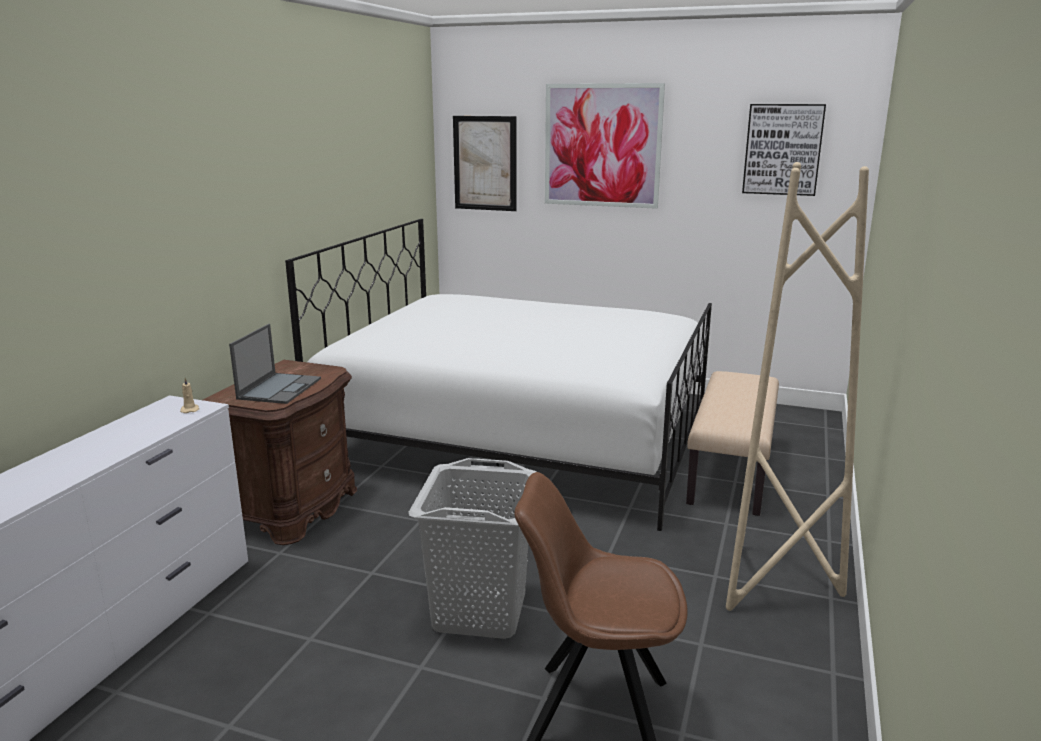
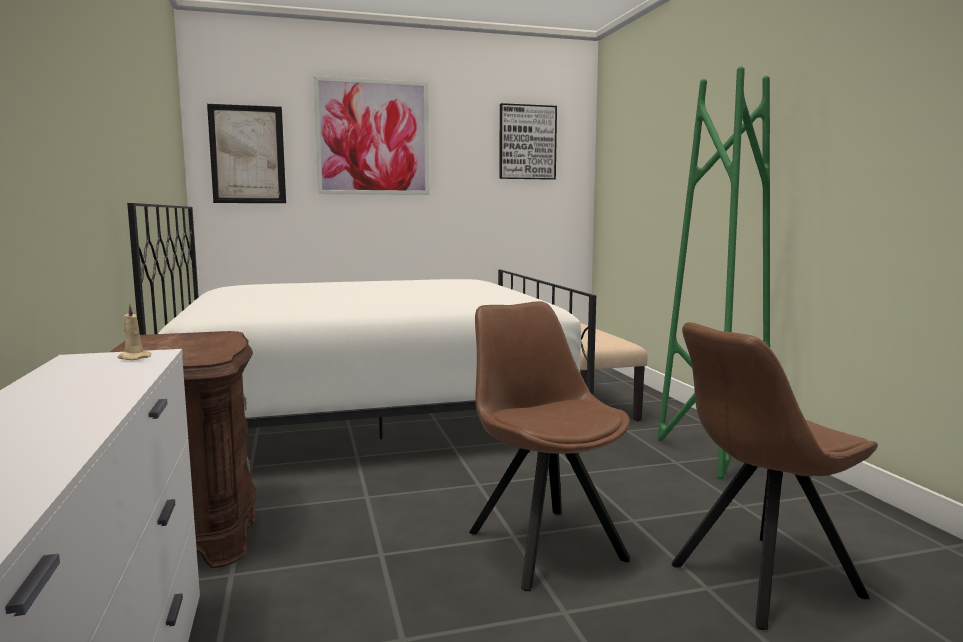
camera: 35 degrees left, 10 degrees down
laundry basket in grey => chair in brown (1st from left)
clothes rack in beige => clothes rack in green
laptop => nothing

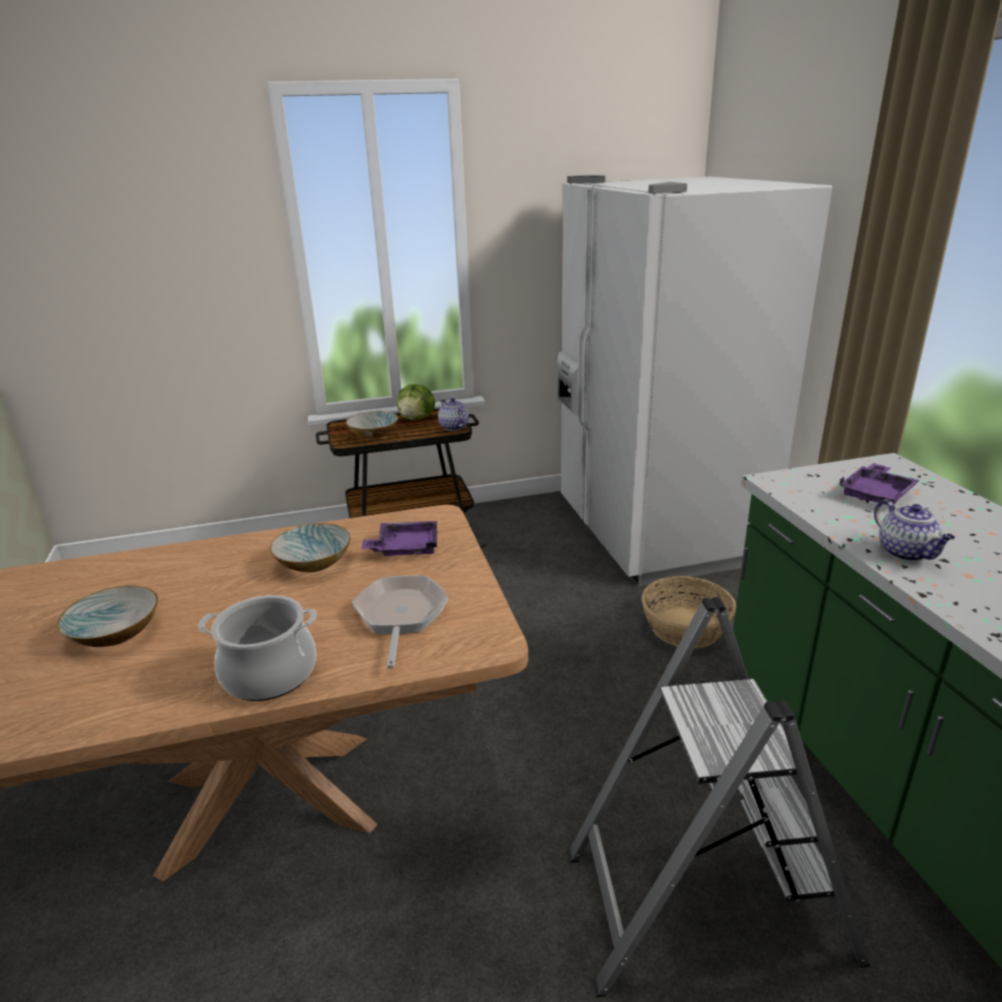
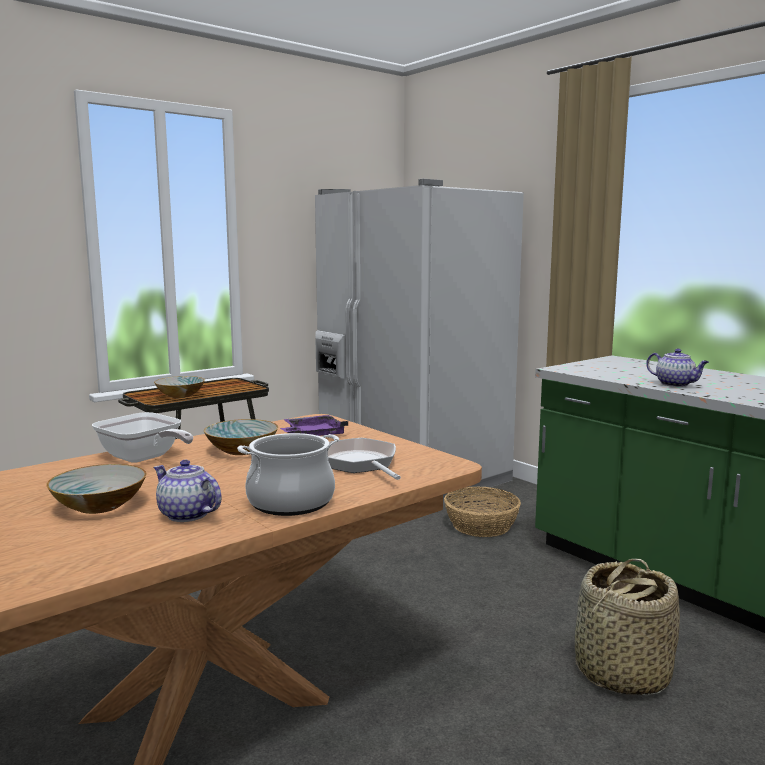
camera: 25 degrees left, 15 degrees down
nothing => frying pan (1st from left)
teapot (1st from left), moved
step ladder in grey => basket (2nd from left)
lettuce => nothing
tray in purple (2nd from left) => nothing

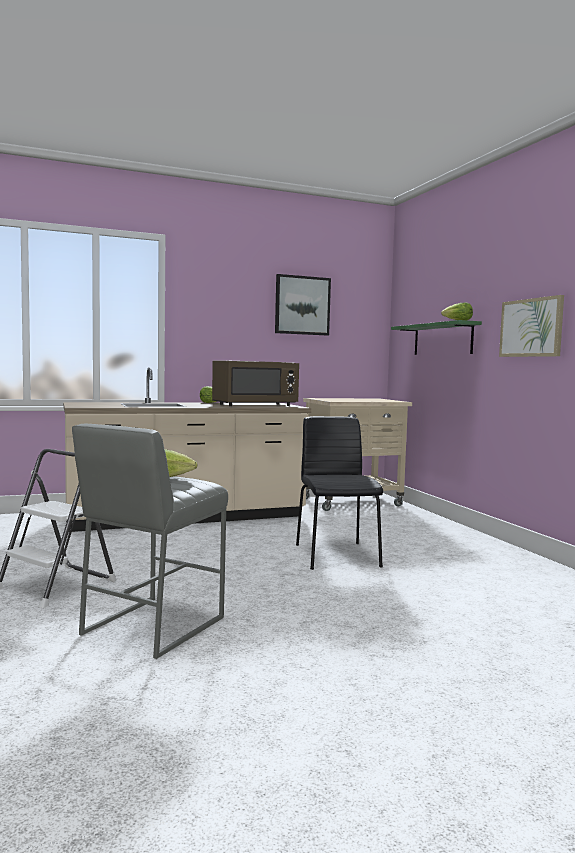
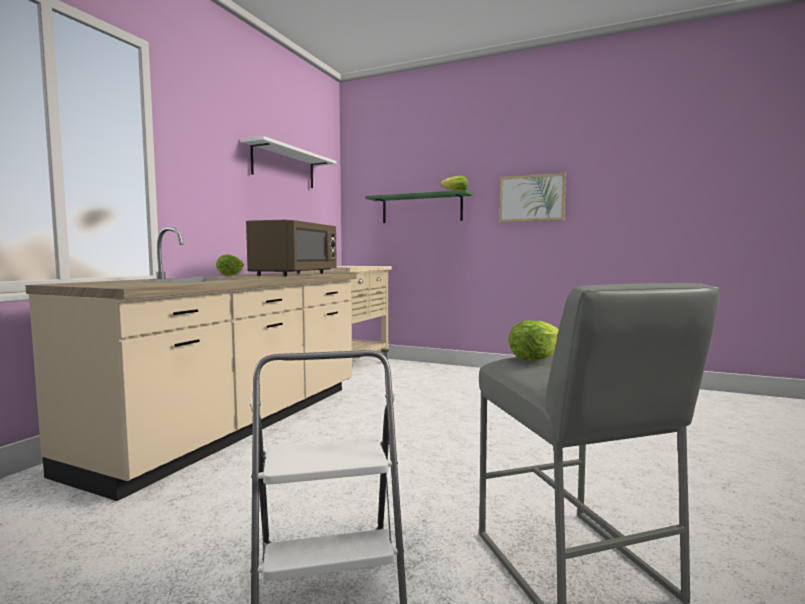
camera: 45 degrees left, 0 degrees up
picture (1st from left) => shelf in white
chair in black => nothing

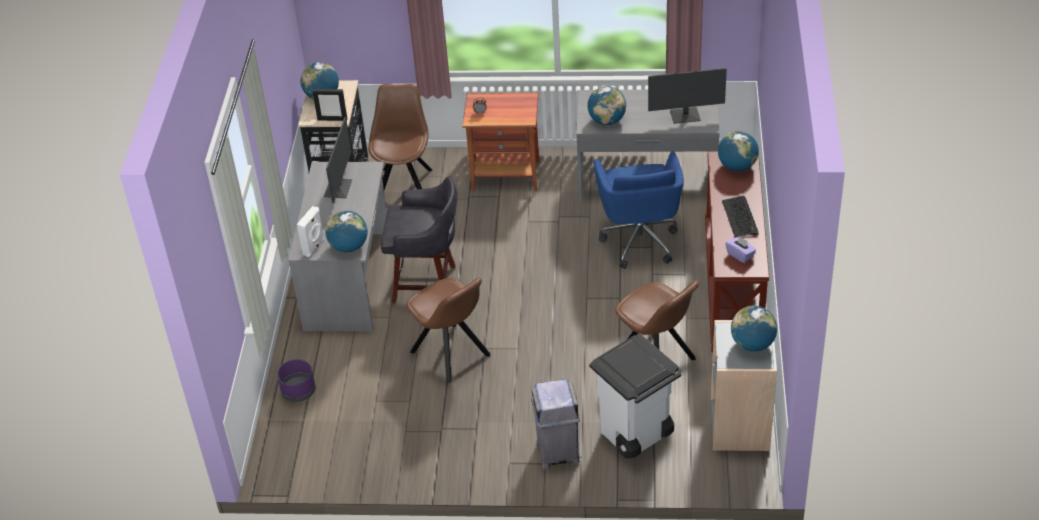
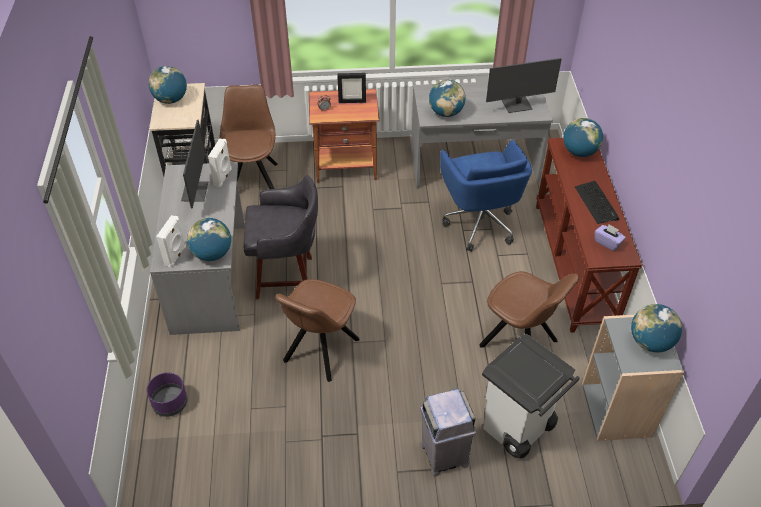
camera: 10 degrees left, 5 degrees up
nothing => speaker in white (2nd from left)
chair in brown (2nd from left), 75 degrees clockwise
picture frame, moved

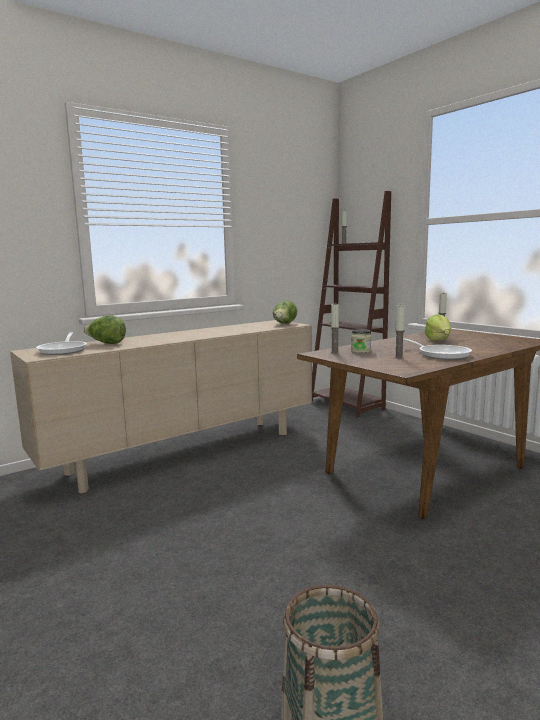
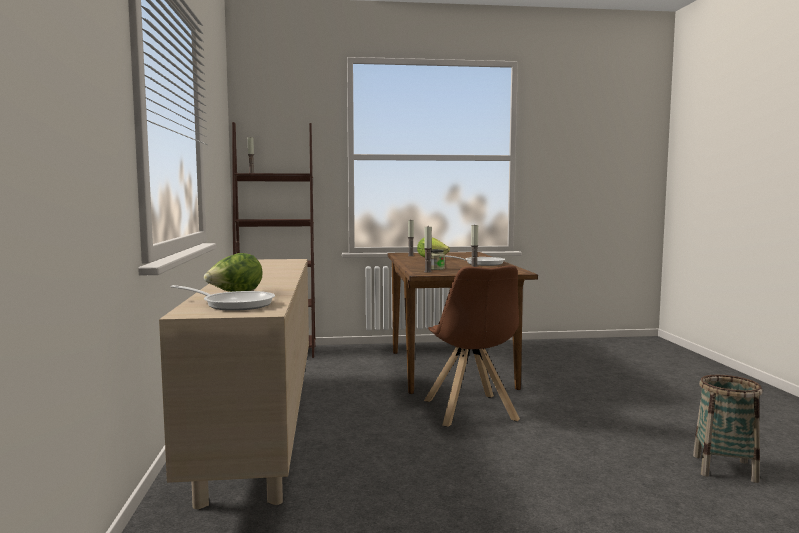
camera: 60 degrees left, 5 degrees down
nothing => chair in brown
lettuce (2nd from left) => nothing

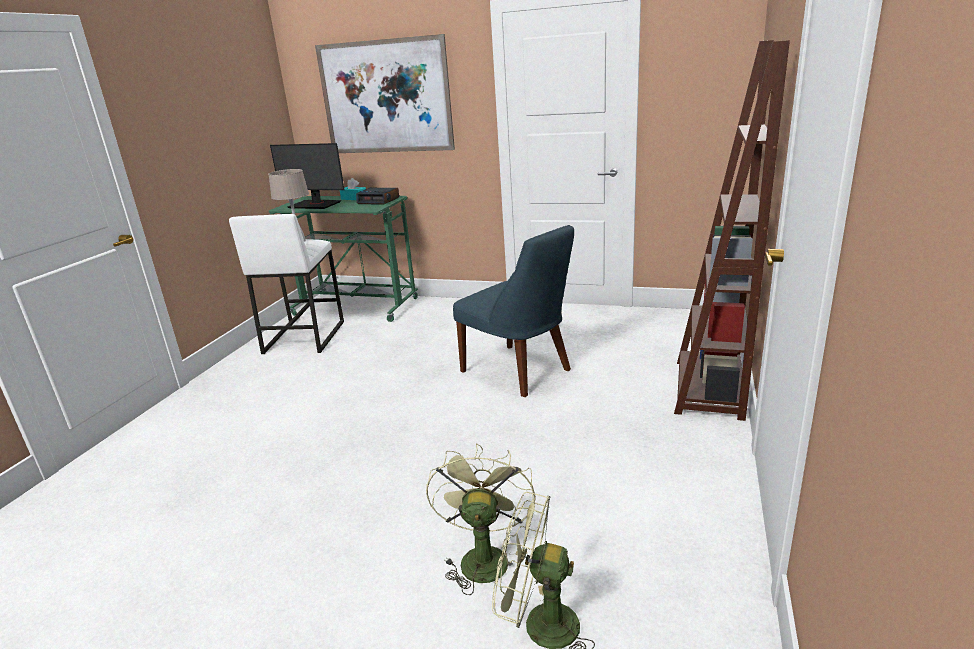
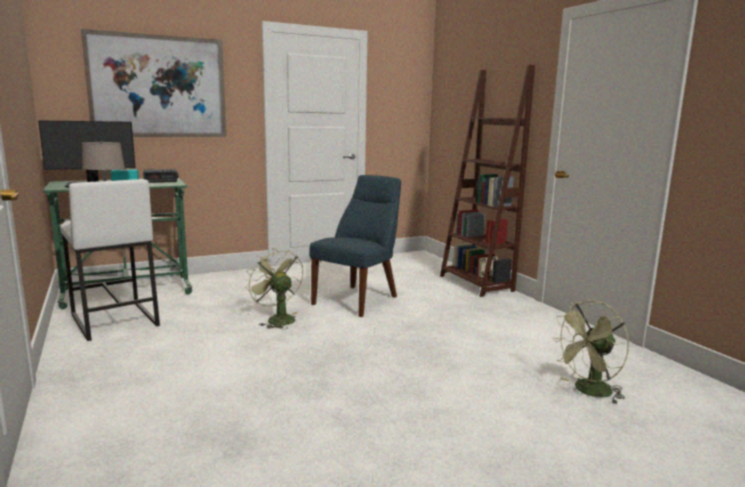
camera: 45 degrees left, 10 degrees down
fan in green (1st from left), moved
chair in blue, 60 degrees counterclockwise

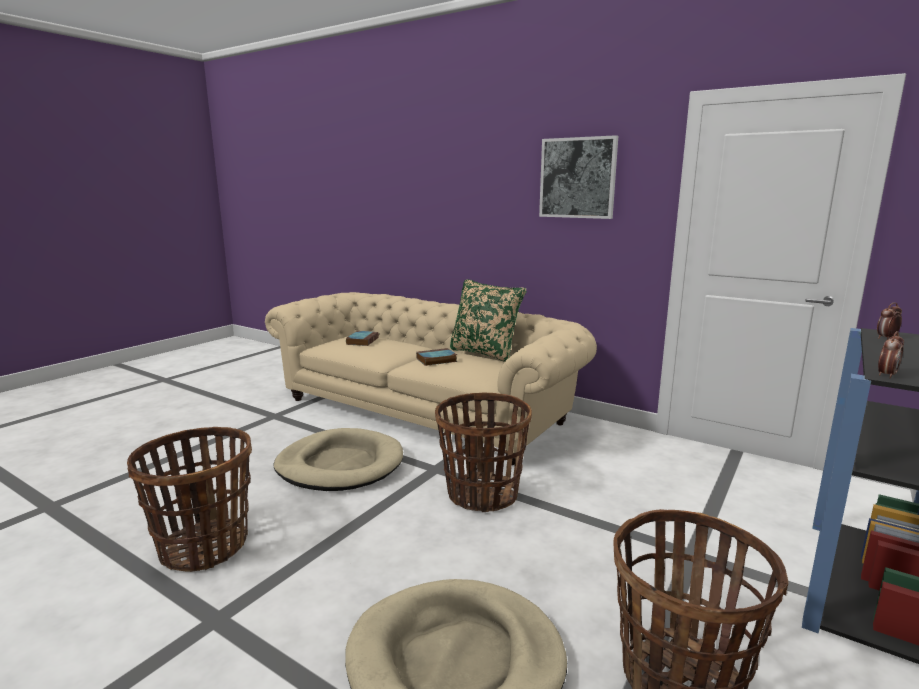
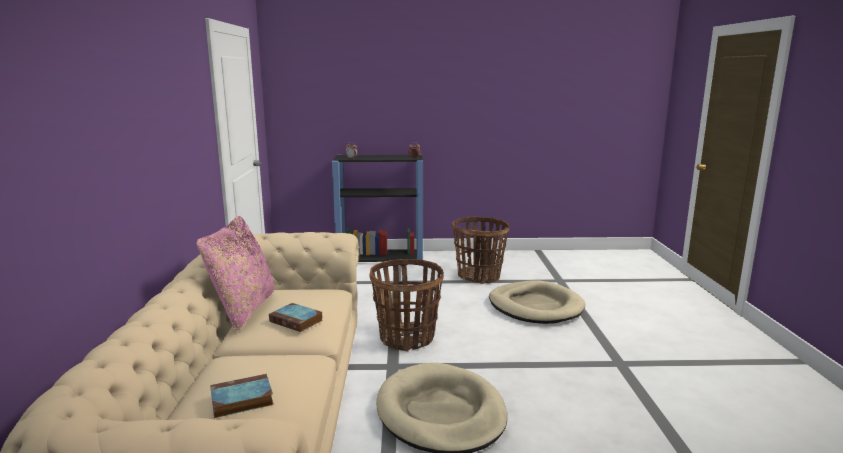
camera: 125 degrees left, 0 degrees up
pillow in green => pillow in pink
basket (1st from left) => nothing
picture => nothing

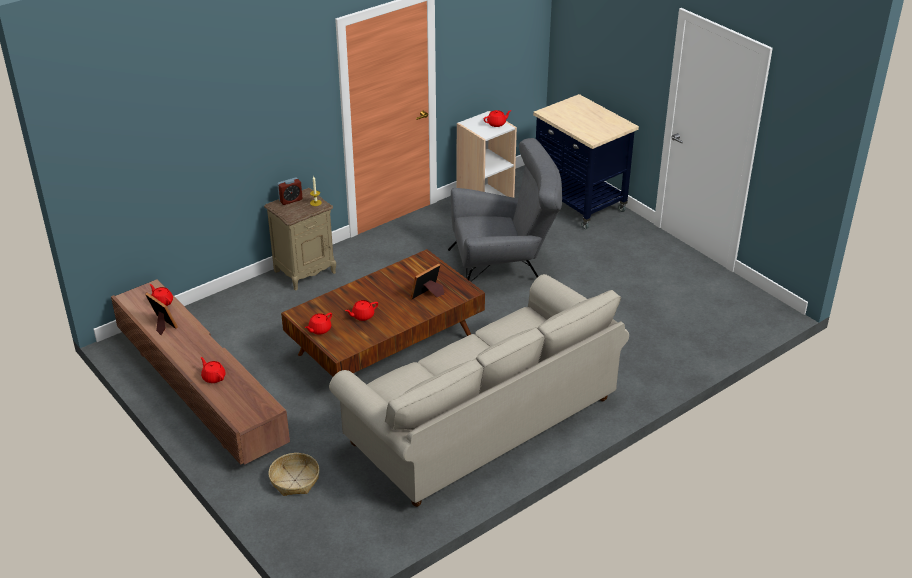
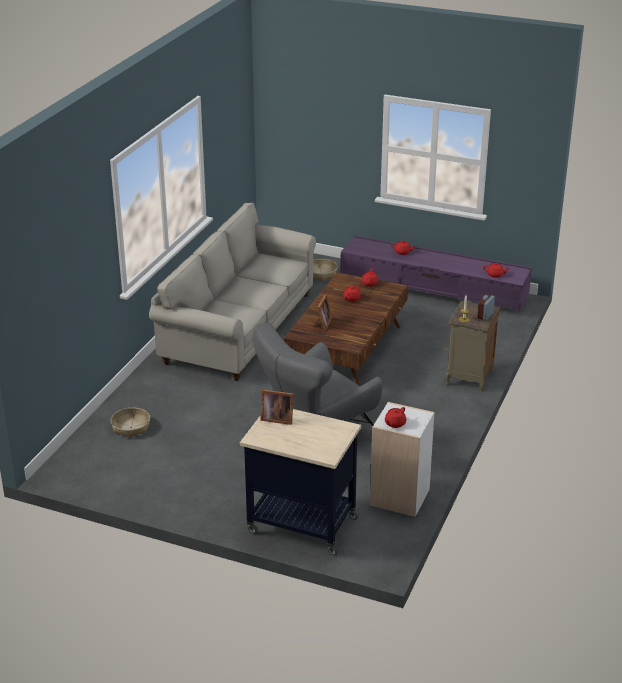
camera: 150 degrees right, 5 degrees down
nothing => basket (1st from left)
picture frame (1st from left), moved
tv stand in brown => tv stand in purple

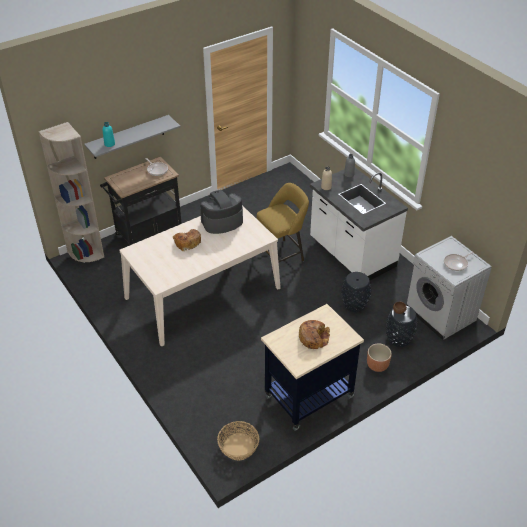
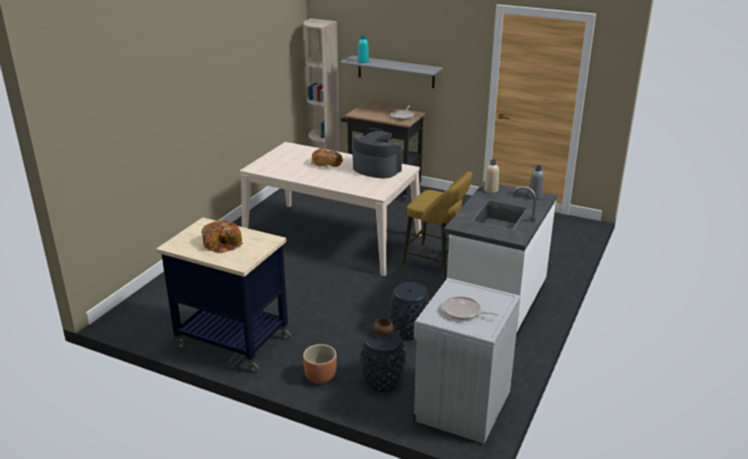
camera: 60 degrees right, 15 degrees down
basket => nothing

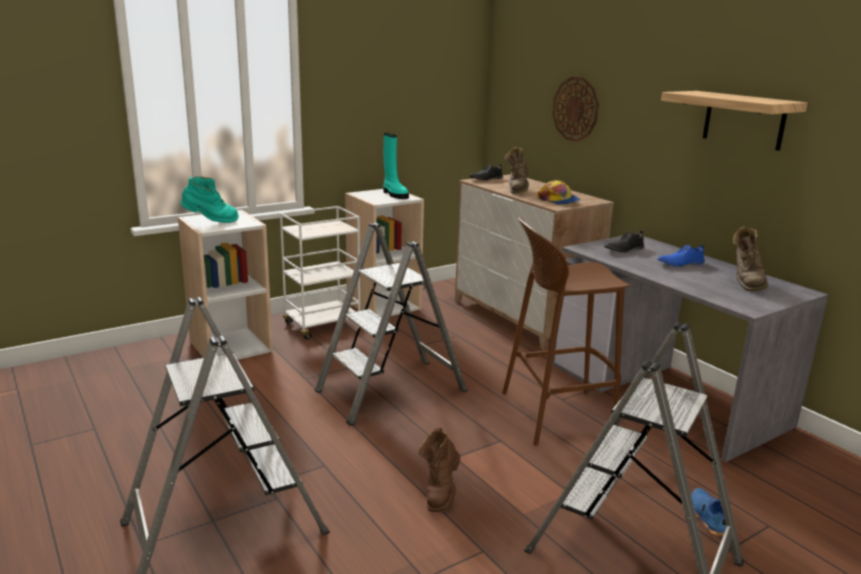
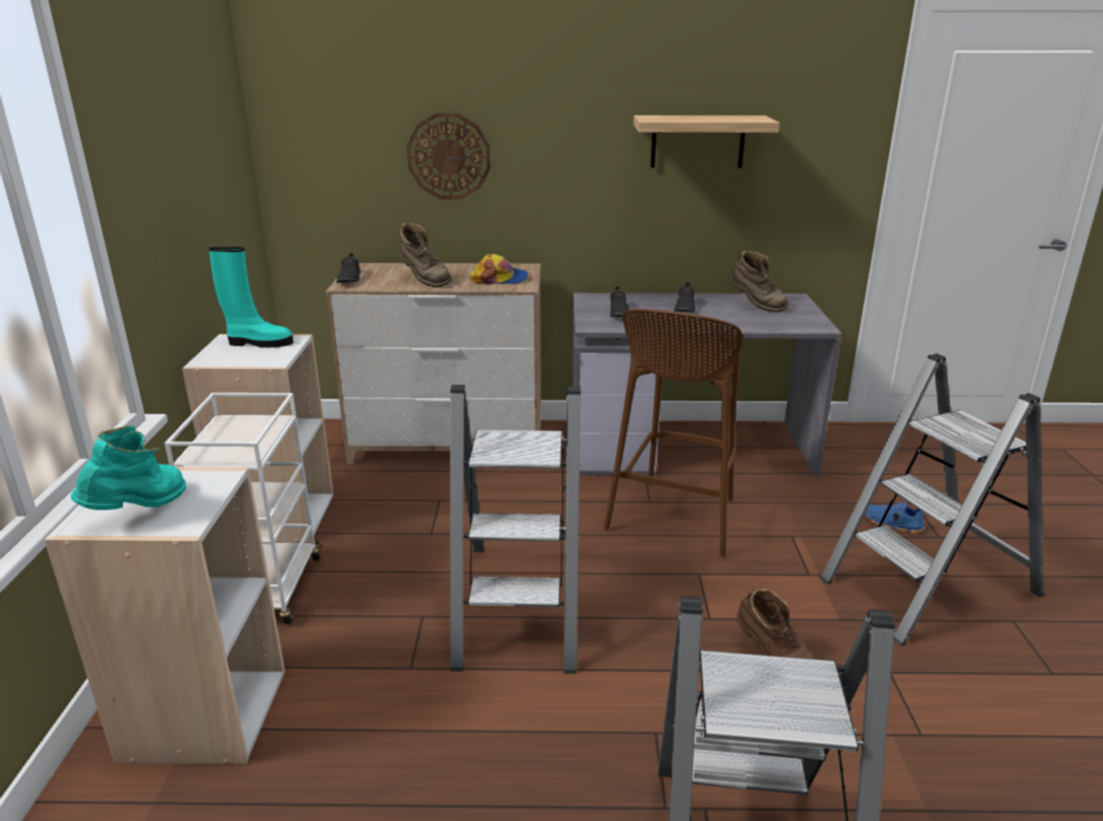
camera: 55 degrees left, 5 degrees up
shoe in blue (1st from left) => shoe in black (3rd from left)

